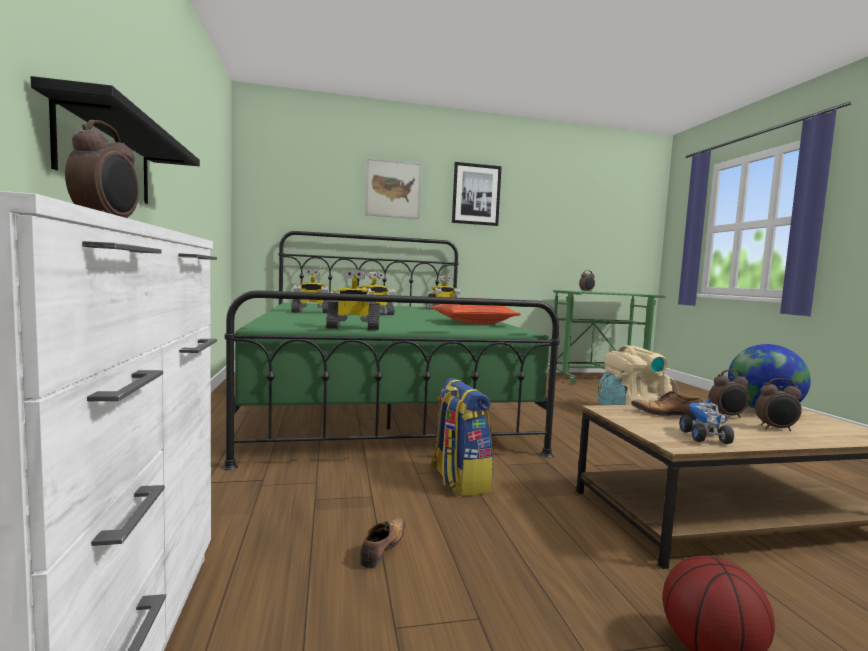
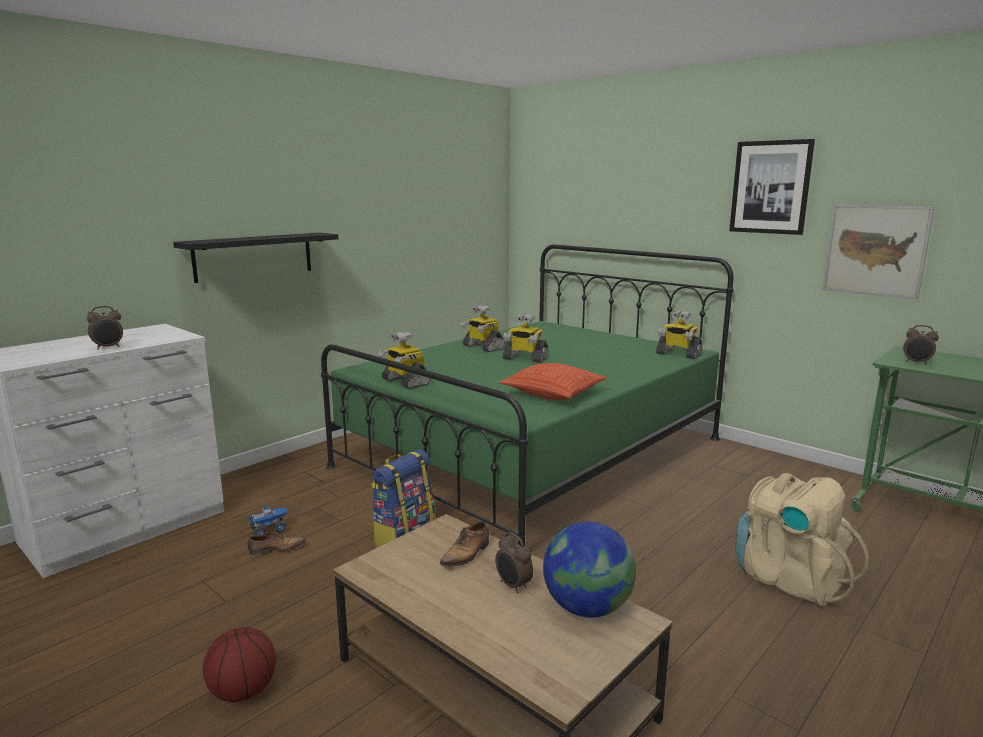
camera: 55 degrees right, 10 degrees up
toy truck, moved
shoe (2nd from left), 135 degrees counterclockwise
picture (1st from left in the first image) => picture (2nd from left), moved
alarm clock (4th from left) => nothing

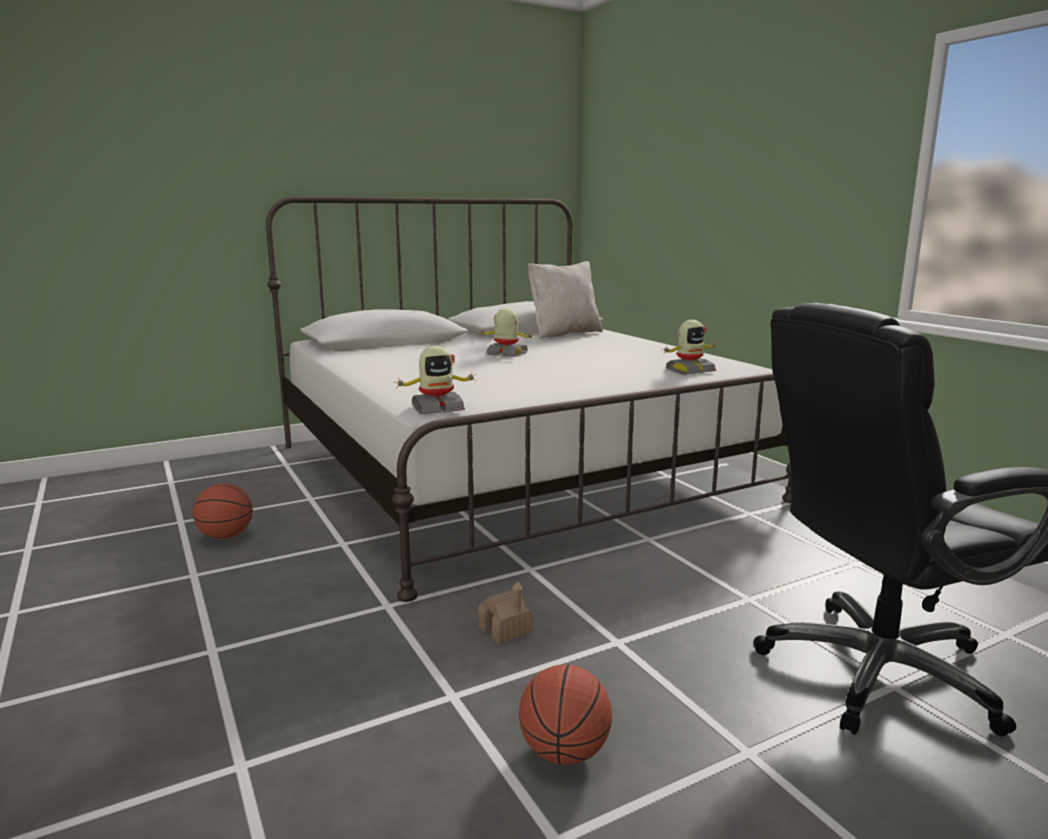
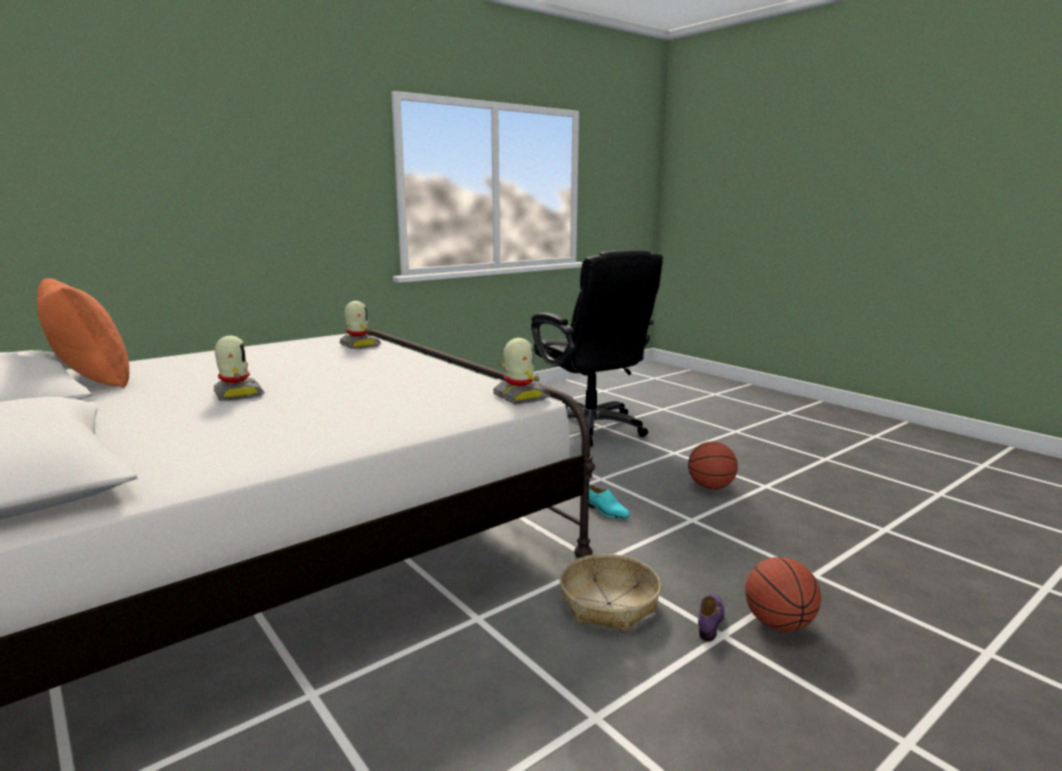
camera: 100 degrees left, 0 degrees up
pillow in beige => pillow in orange
toy robot (2nd from left in the first image) => toy robot (1st from left), 135 degrees clockwise
nothing => basket
toy house => shoe in turquoise
nothing => shoe in purple
basketball (1st from left in the first image) => basketball (2nd from left), moved

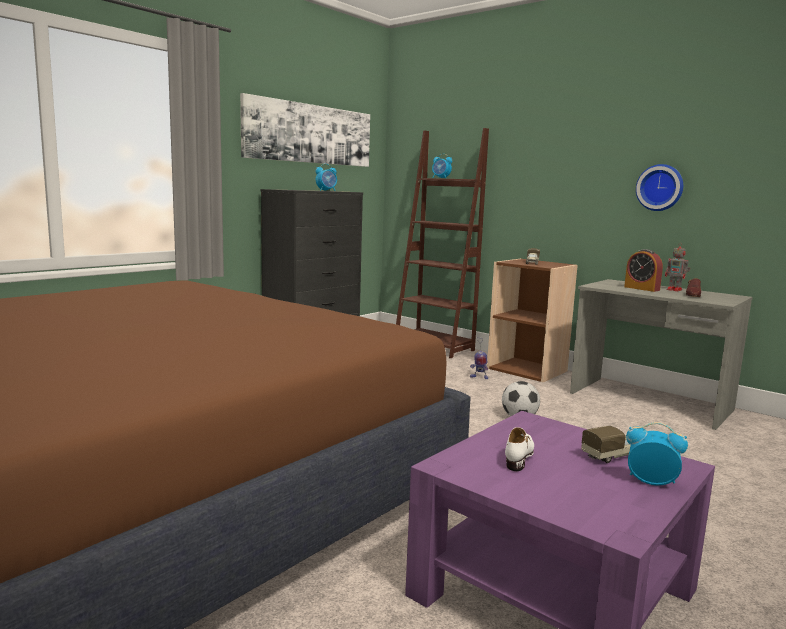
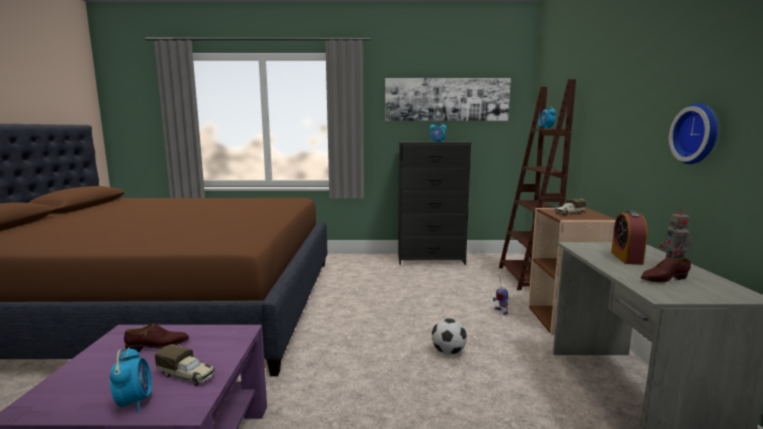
camera: 50 degrees right, 0 degrees up
shoe in white => shoe in brown (1st from left)

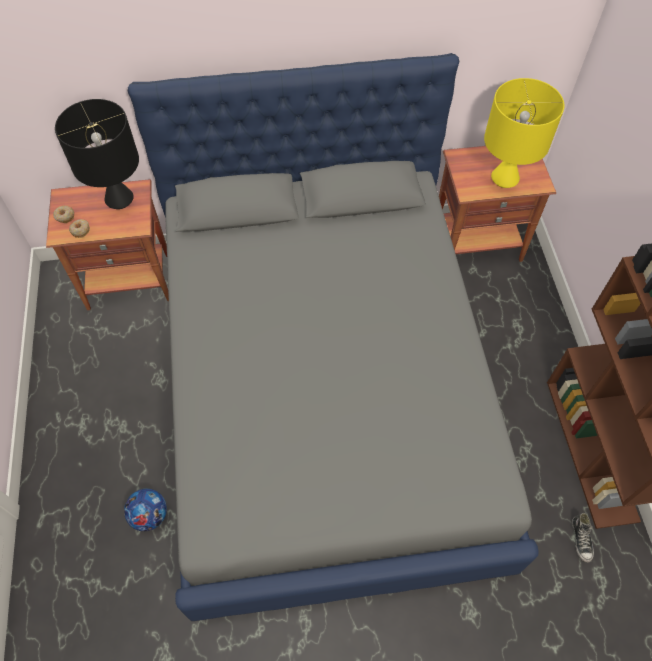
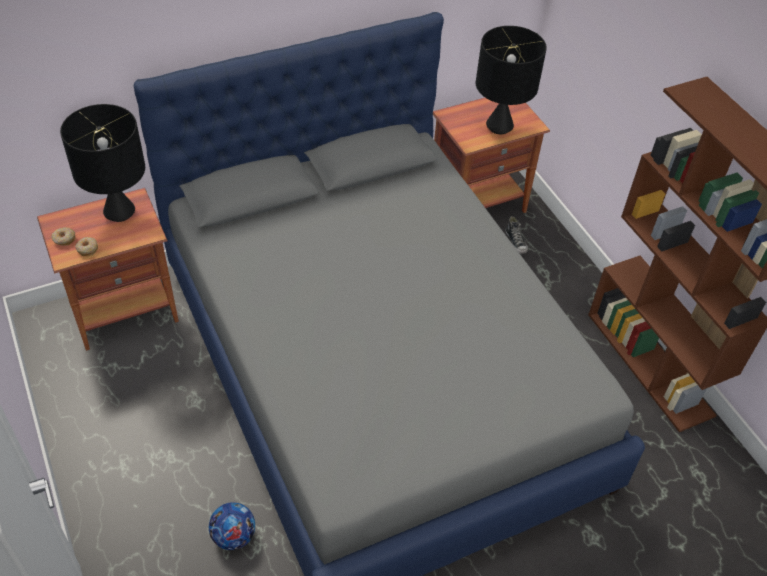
camera: 20 degrees left, 10 degrees down
table lamp in yellow => table lamp in black (2nd from left)
shoe, moved

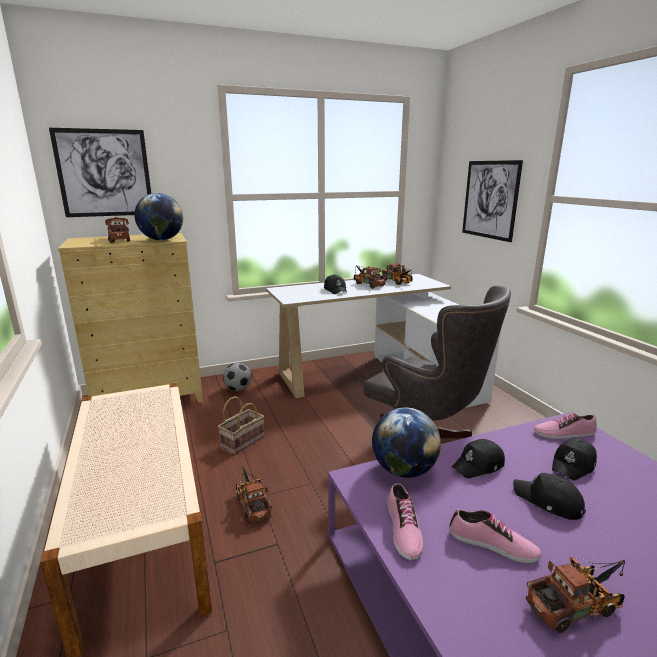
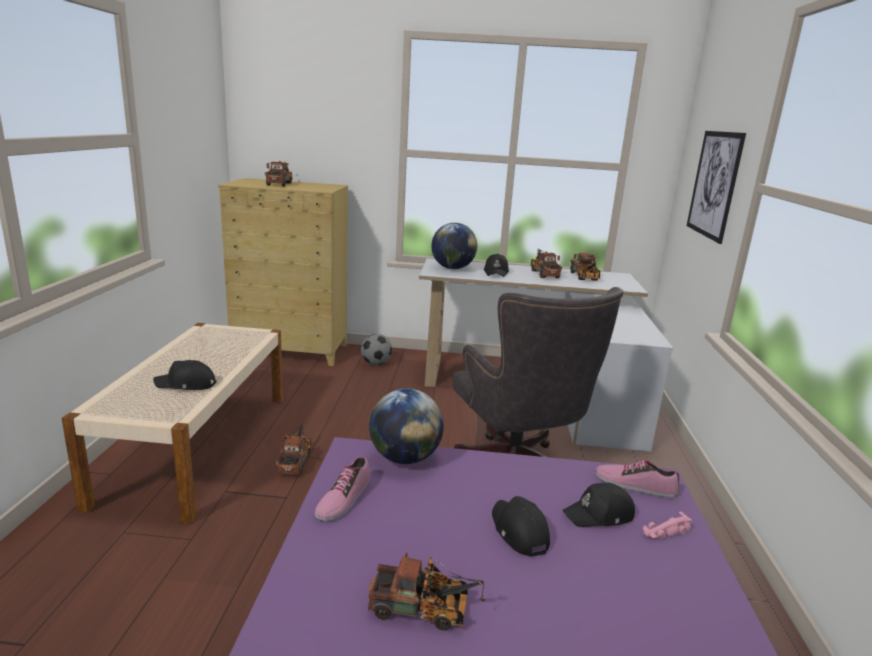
camera: 25 degrees right, 0 degrees up
cap in black (2nd from left in the first image) => cap in black (1st from left), moved
globe (1st from left in the first image) => globe (2nd from left), moved
nothing => toy car in pink
picture (1st from left) => nothing
basket => nothing
shoe (2nd from left) => nothing

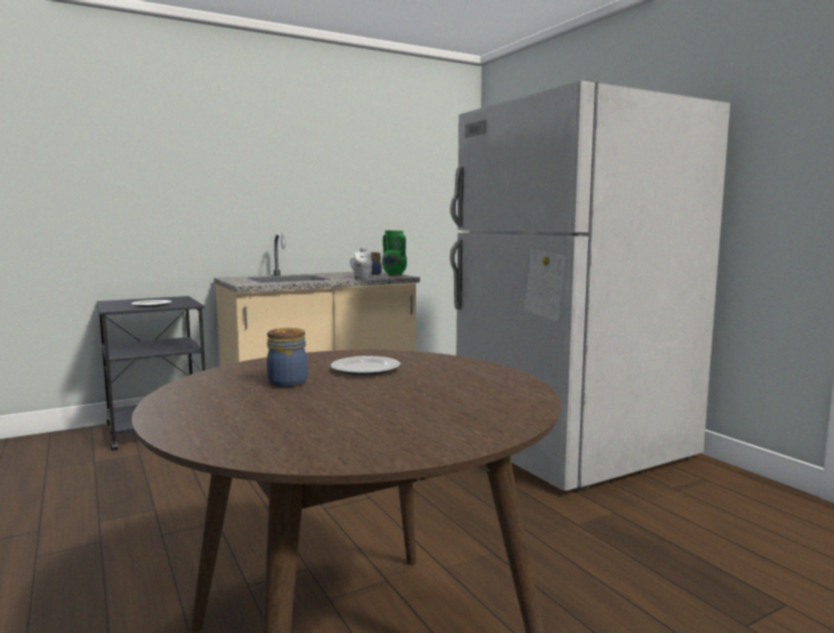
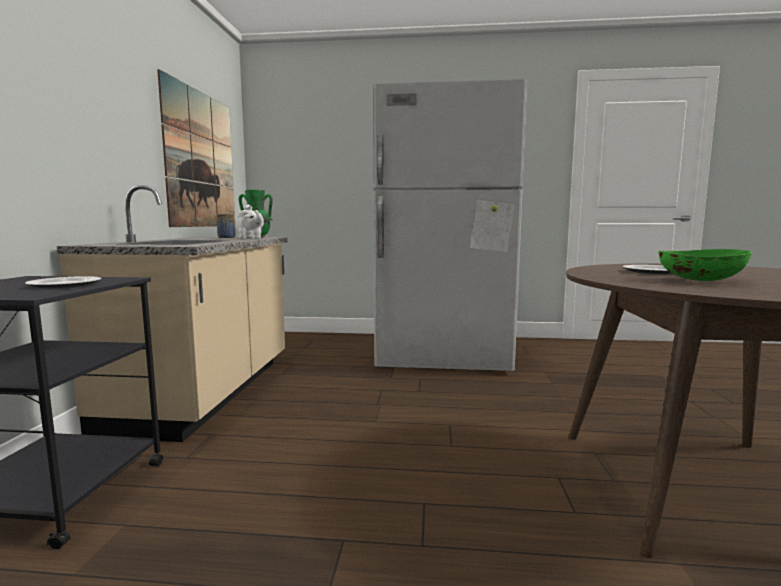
camera: 55 degrees left, 0 degrees up
nothing => picture
jar (1st from left) => bowl in green

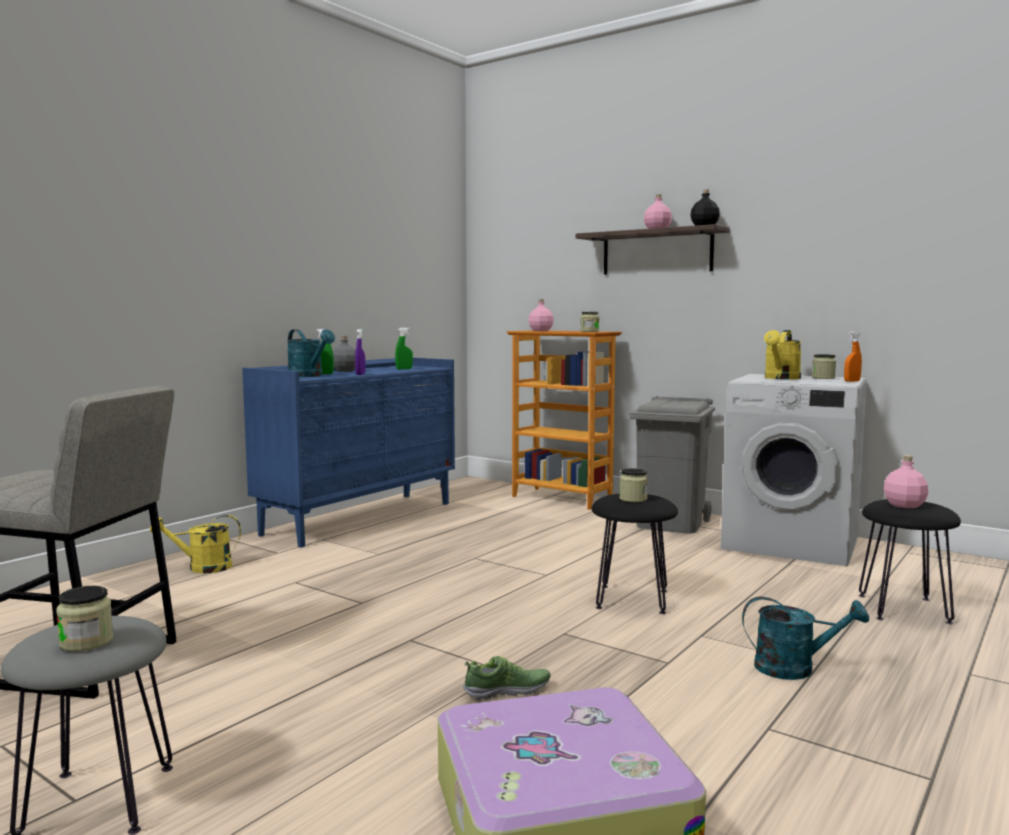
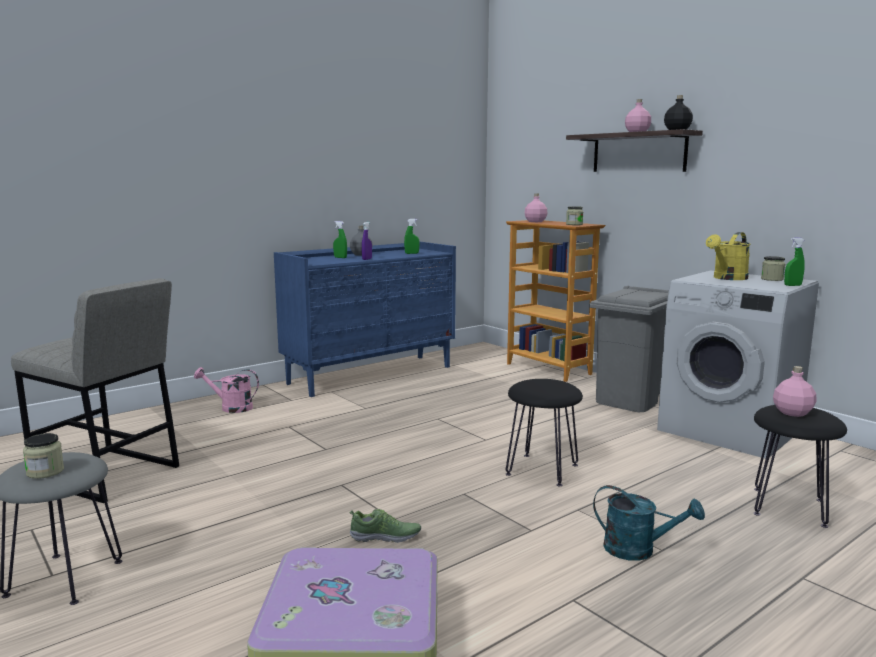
camera: 15 degrees right, 5 degrees up
watering can in yellow (1st from left) => watering can in pink
spray bottle in orange => spray bottle in green (3rd from left)
watering can in turquoise (1st from left) => nothing
jar (3rd from left) => nothing

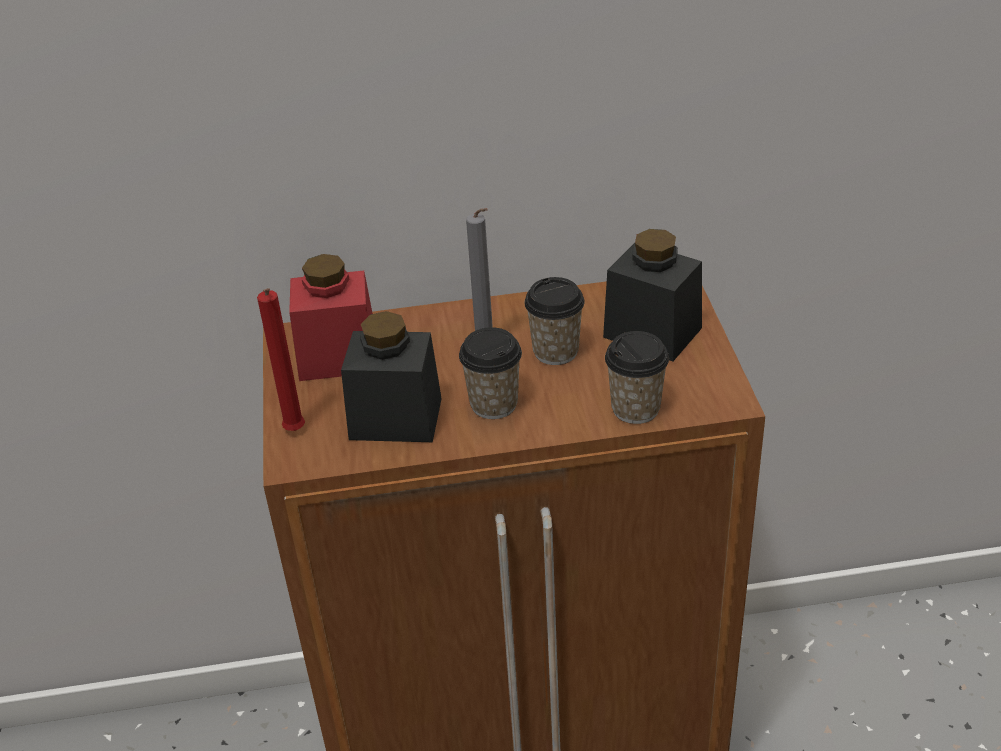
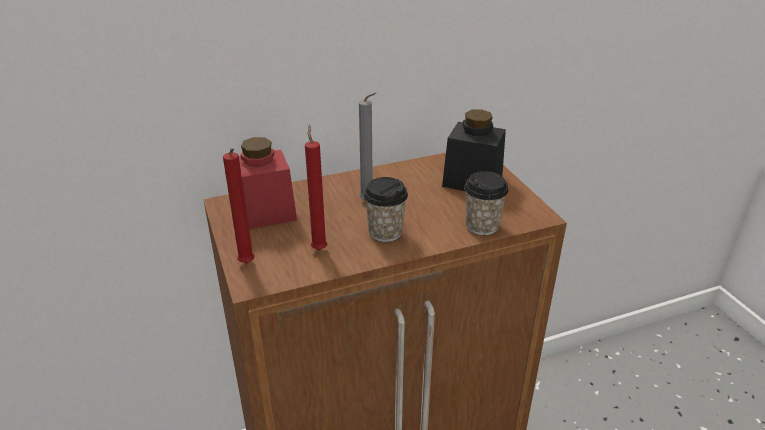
camera: 15 degrees left, 5 degrees down
jar in black (1st from left) => candle in red (2nd from left)
cup (2nd from left) => nothing

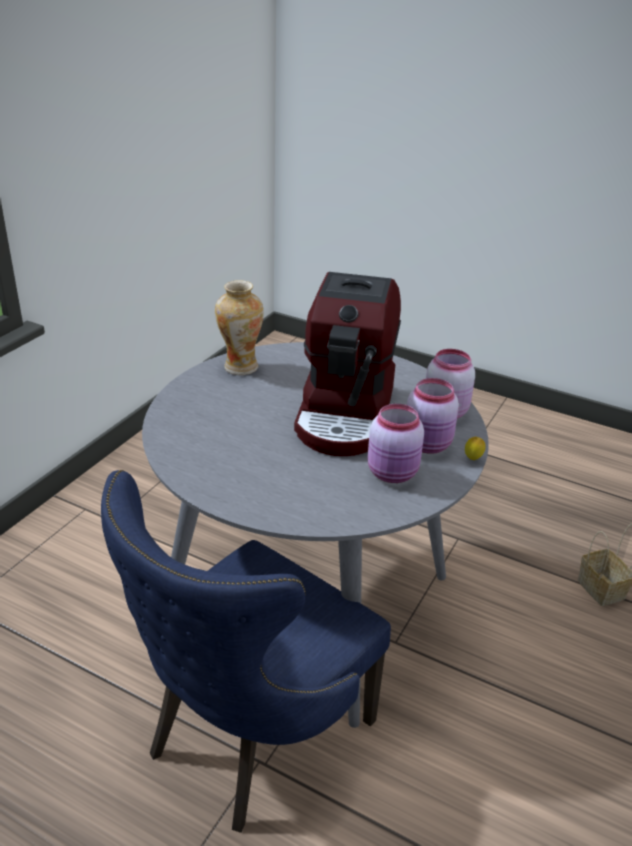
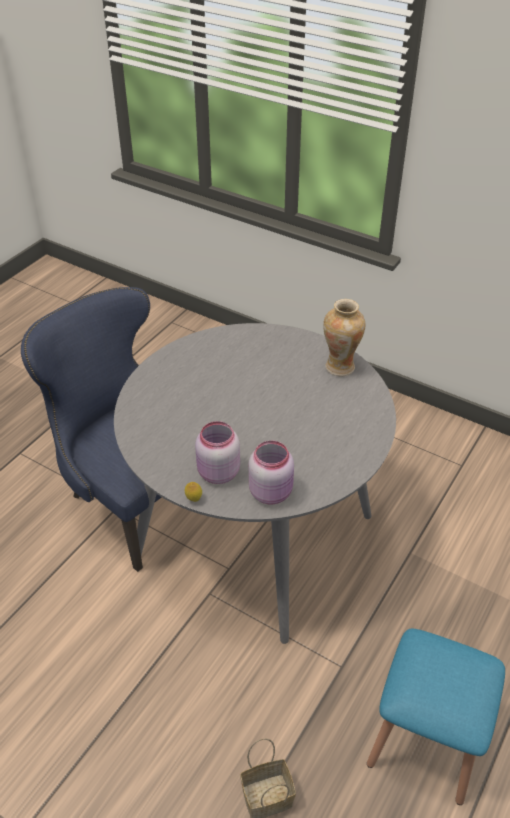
camera: 95 degrees right, 10 degrees up
nothing => stool in blue
coffee machine => nothing
jar in pink (1st from left) => nothing

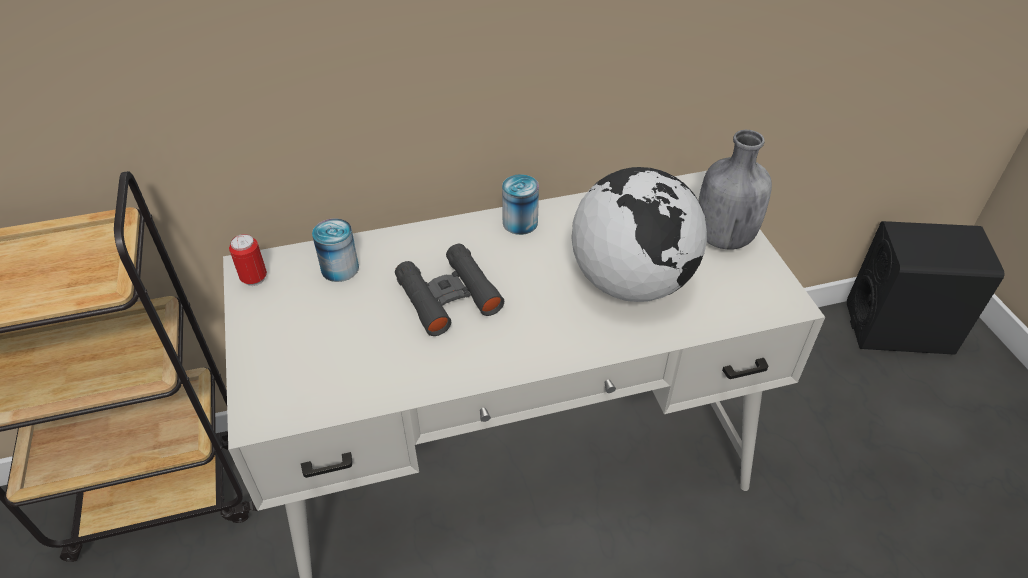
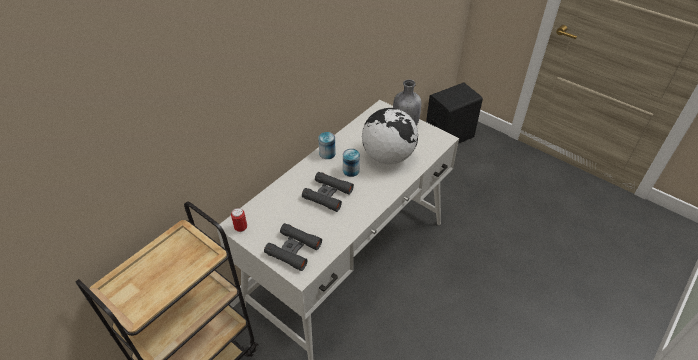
camera: 35 degrees left, 0 degrees up
nothing => binoculars in black (1st from left)
can (2nd from left in the first image) => can (3rd from left), moved

